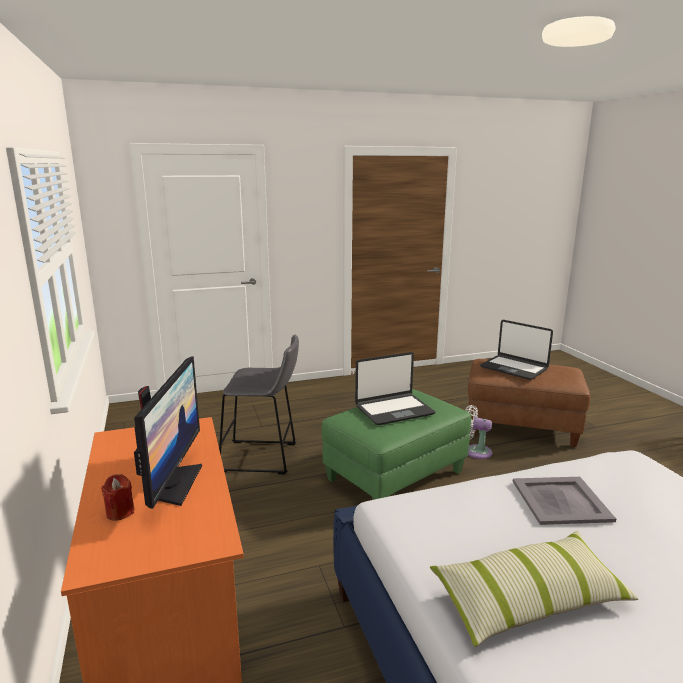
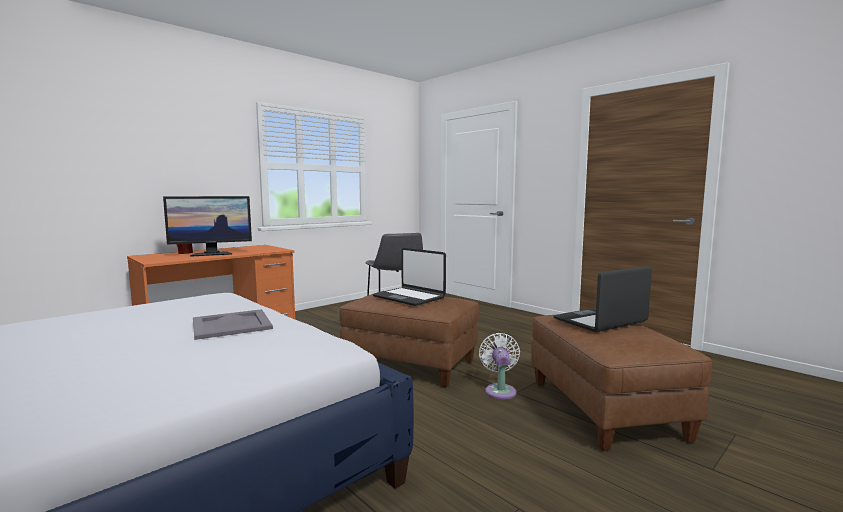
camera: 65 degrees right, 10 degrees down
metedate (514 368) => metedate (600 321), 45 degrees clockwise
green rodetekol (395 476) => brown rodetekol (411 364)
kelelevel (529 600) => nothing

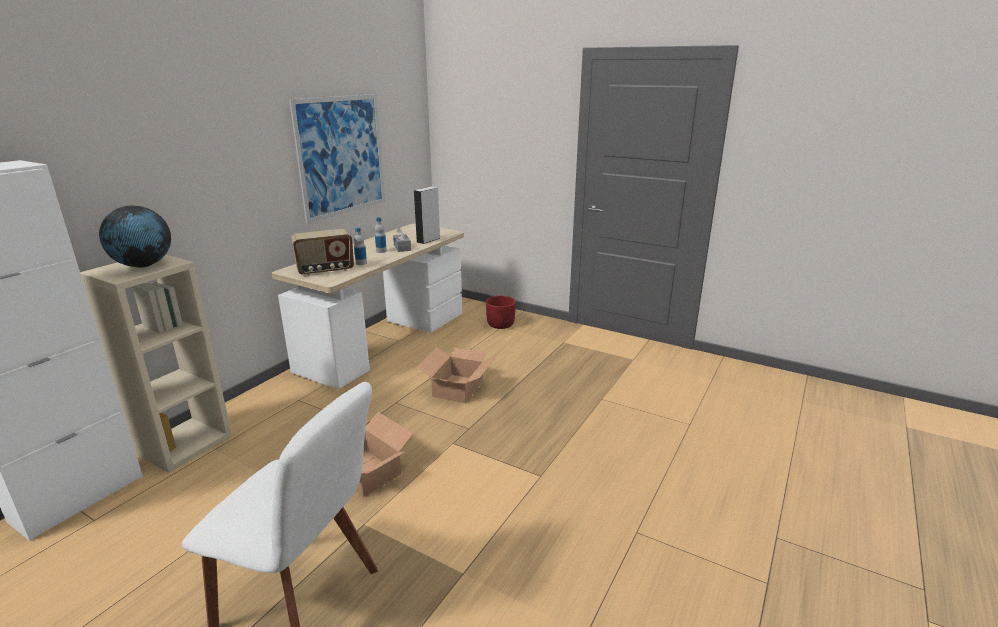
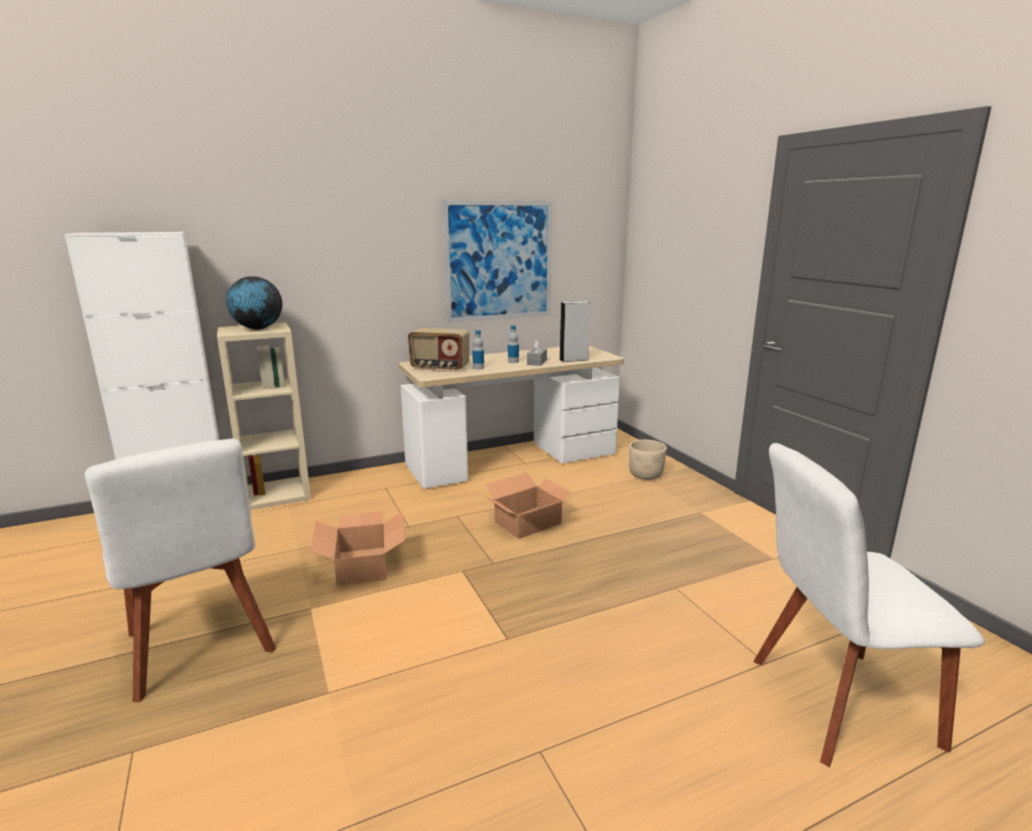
camera: 35 degrees right, 5 degrees down
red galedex (500 325) => beige galedex (646 475)
nothing => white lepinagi (834 703)

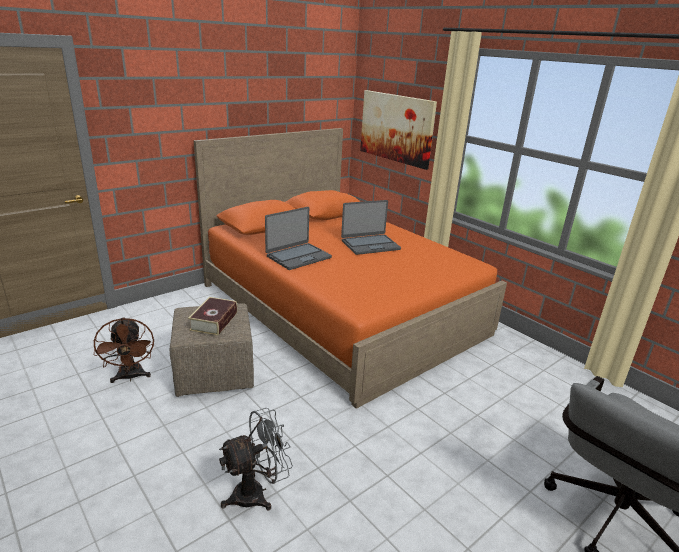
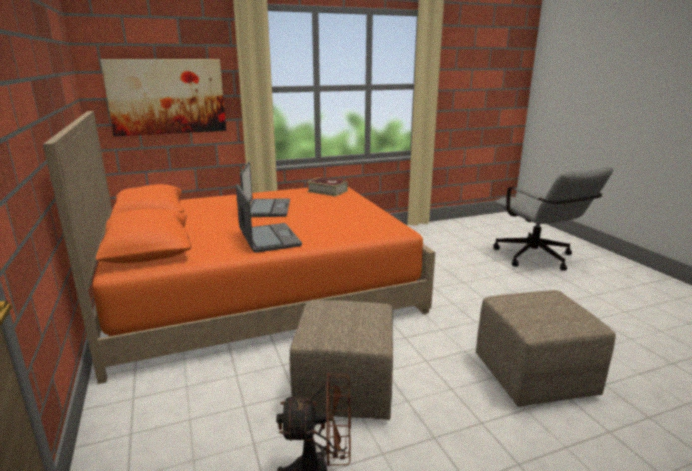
camera: 70 degrees left, 5 degrees down
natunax (214 321) => natunax (327 191), moved
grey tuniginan (257 493) => beige rodetekol (533 377)

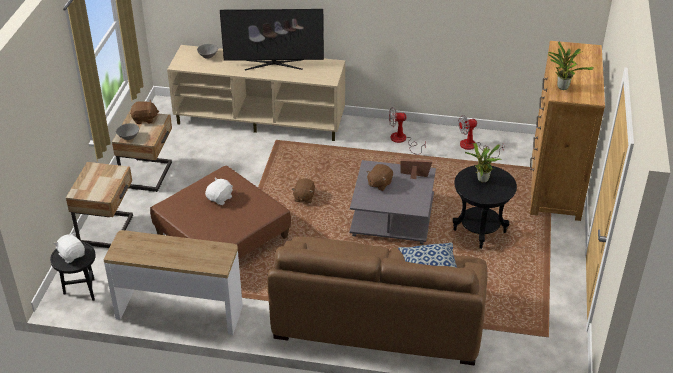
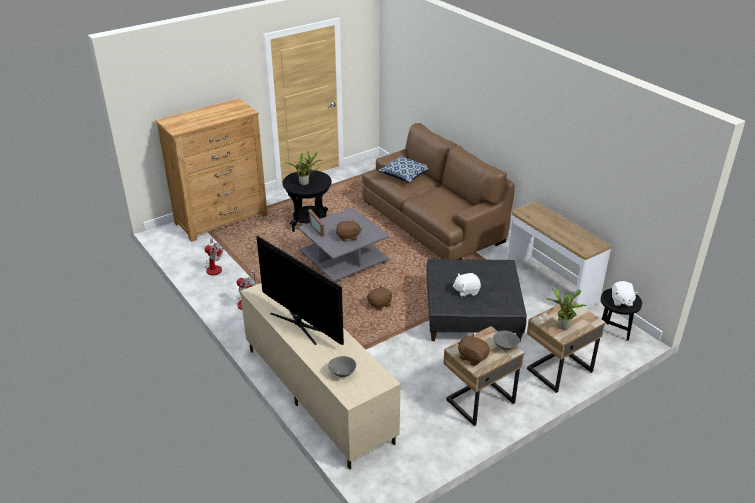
camera: 135 degrees left, 5 degrees down
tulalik (562 86) => tulalik (562 327), moved
brown rodetekol (221 236) => grey rodetekol (472 313)

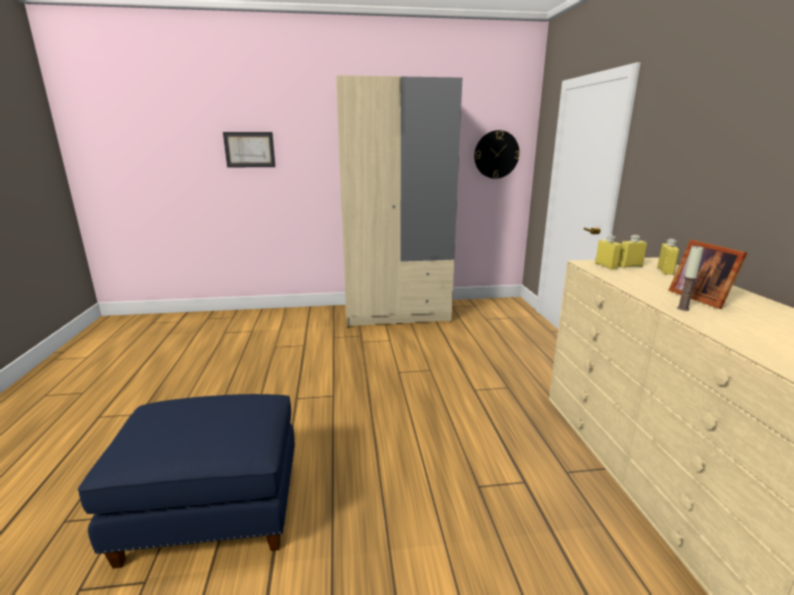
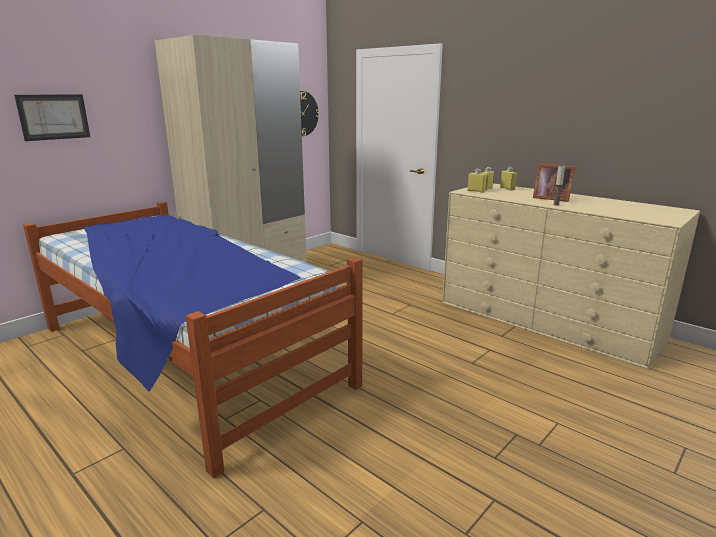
camera: 40 degrees left, 0 degrees up
blue rodetekol (214 510) => nothing
nothing => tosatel (186 355)

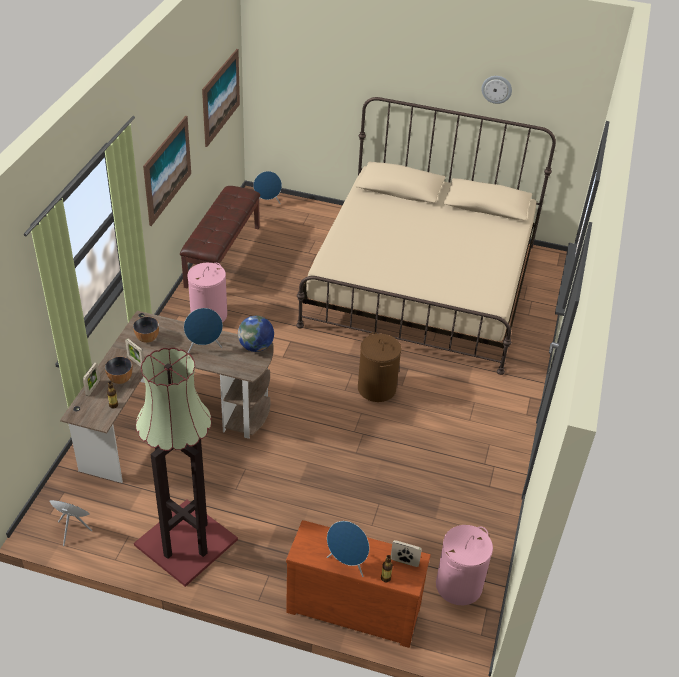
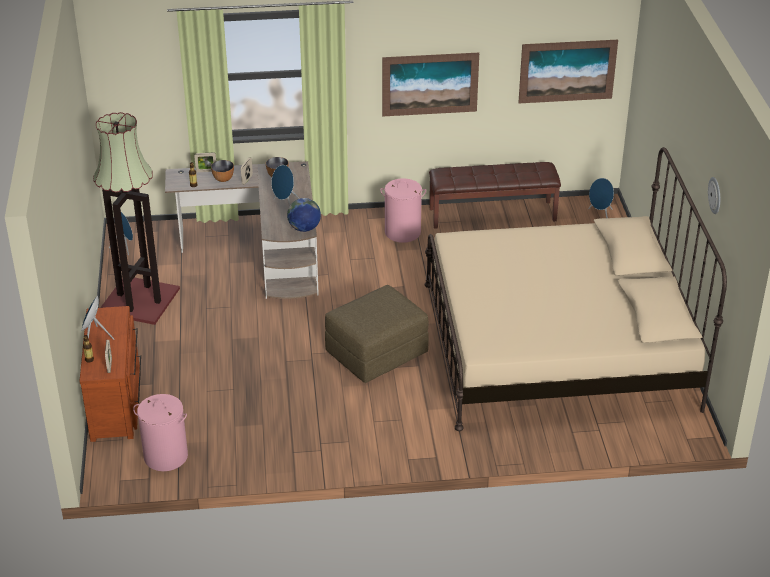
camera: 70 degrees right, 5 degrees down
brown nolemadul (376 388) => brown rodetekol (377 353)

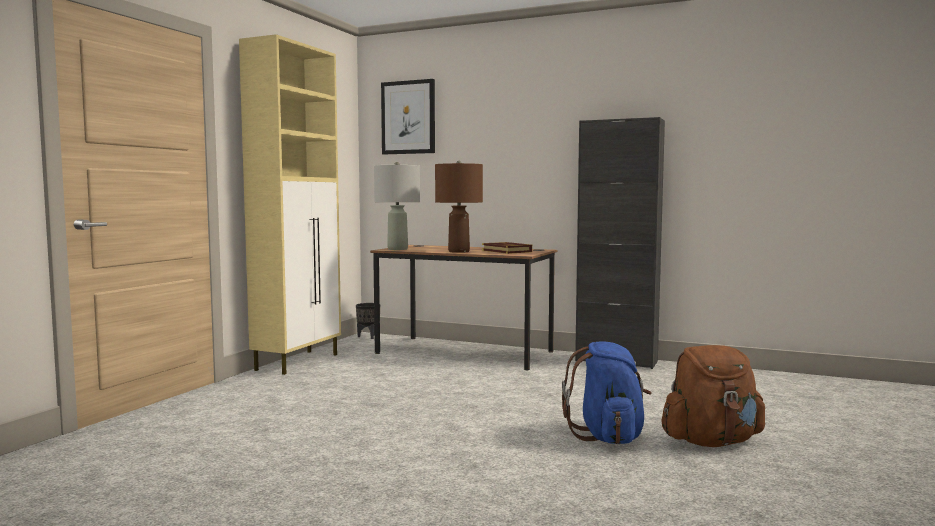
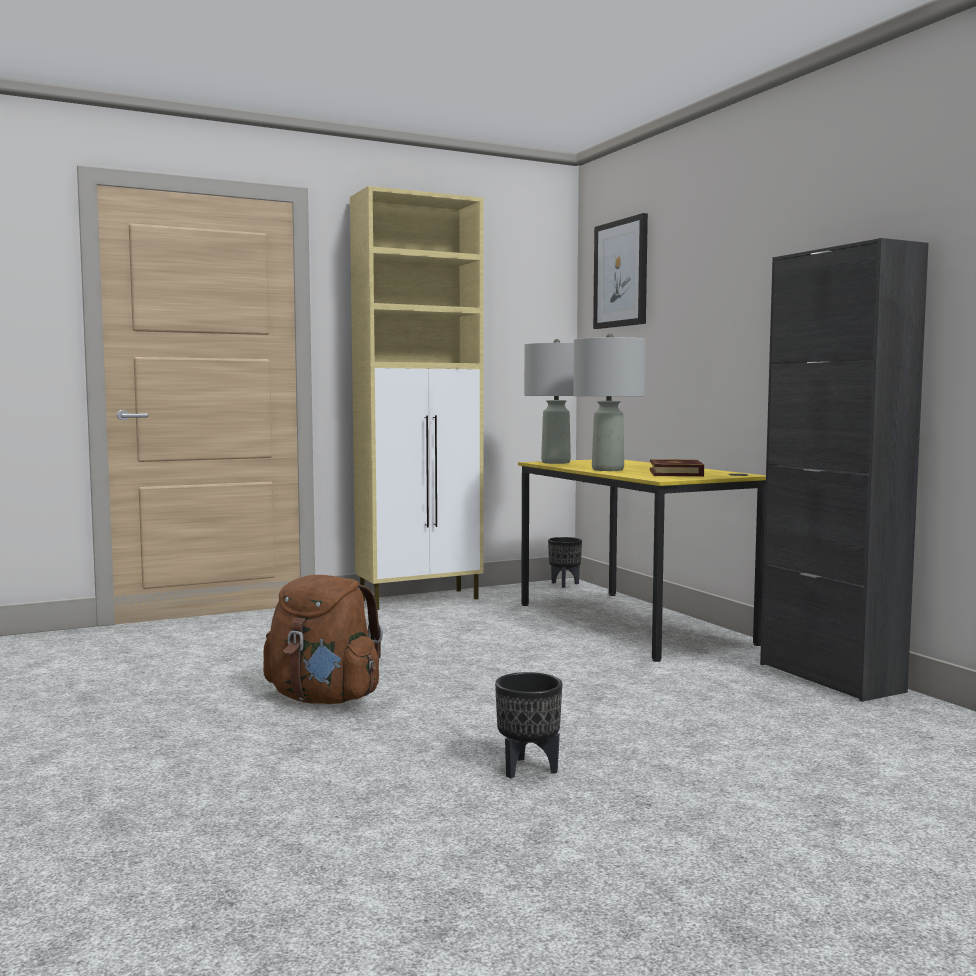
camera: 40 degrees right, 0 degrees up
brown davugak (459 251) => grey davugak (608 469)
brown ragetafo (464 352) => yellow ragetafo (631 623)
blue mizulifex (608 436) => black galedex (528 768)
brown mizulifex (711 442) => brown mizulifex (324 699), moved

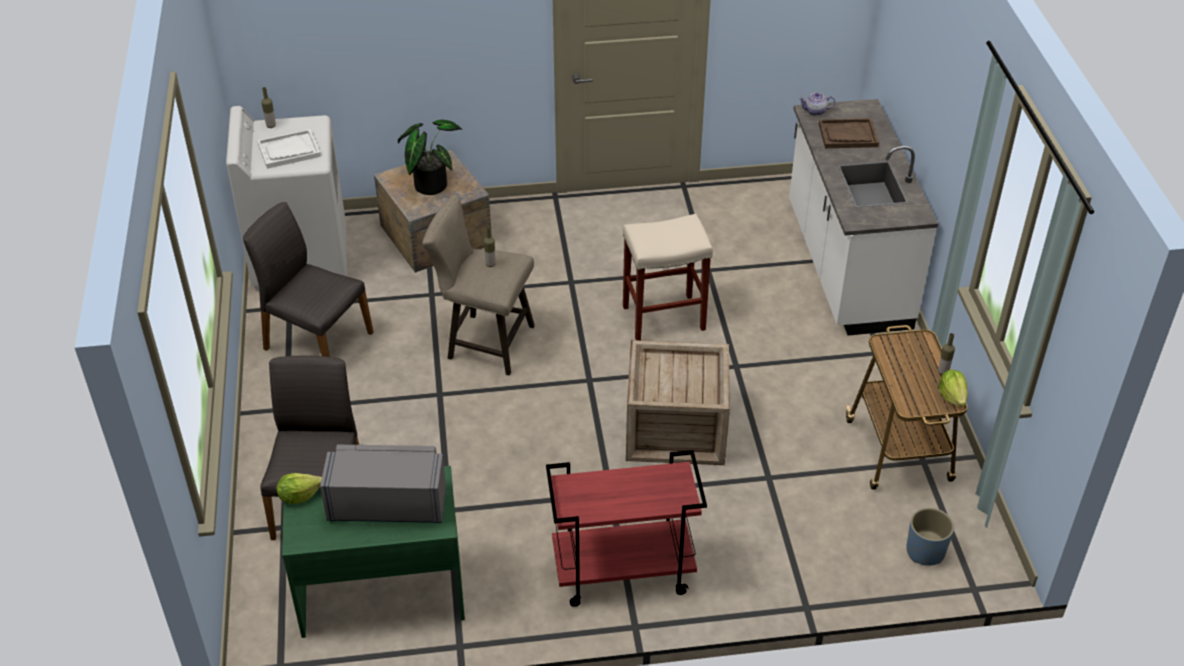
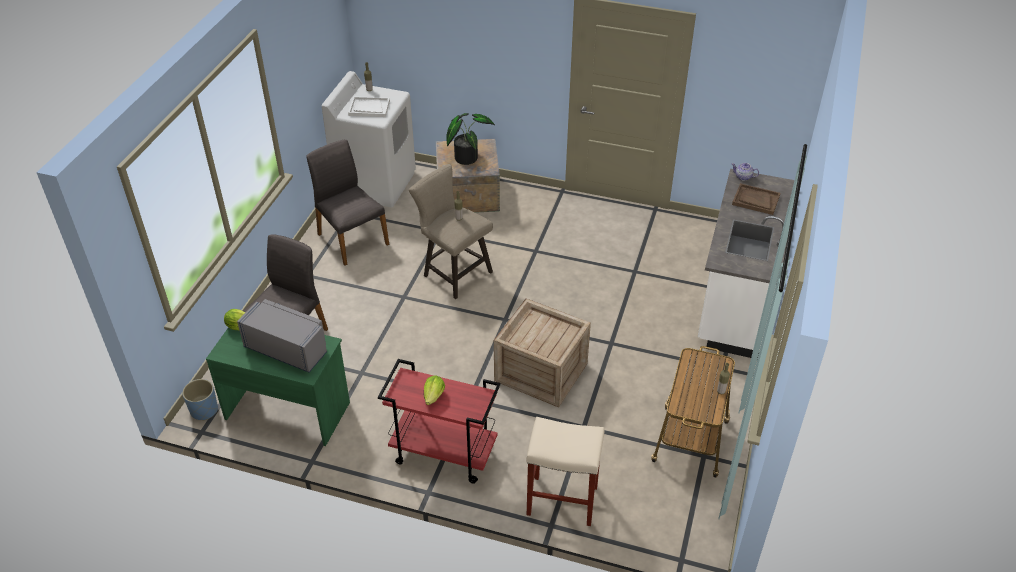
camera: 25 degrees right, 0 degrees up
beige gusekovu (664 317) => beige gusekovu (563 500), moved
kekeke (952 396) => kekeke (434 396), moved
blue galedex (925 552) => blue galedex (204 410), moved

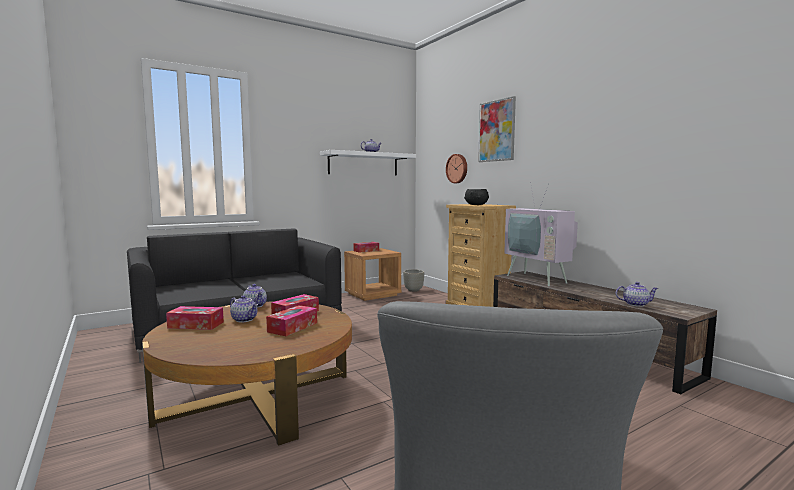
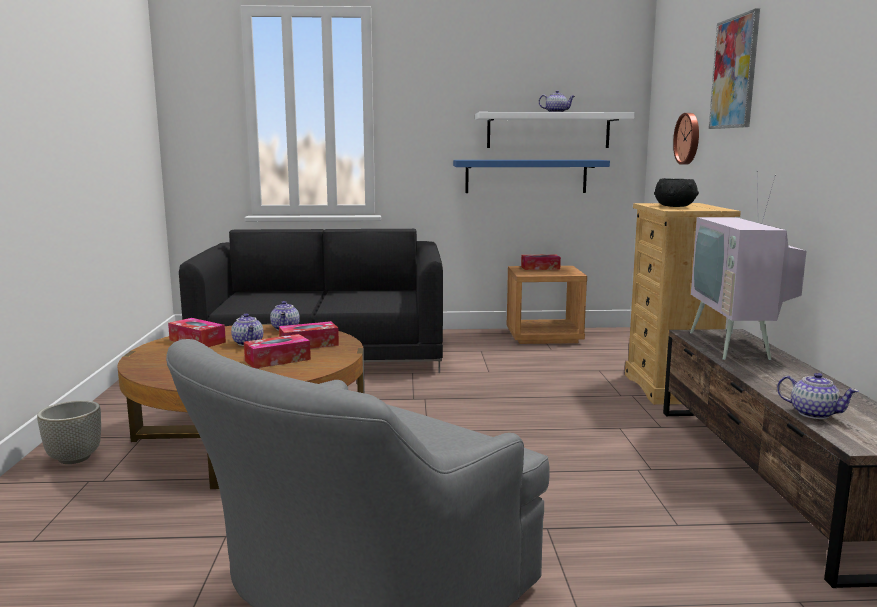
camera: 30 degrees right, 5 degrees up
grey galedex (413 290) => grey galedex (75 458), moved
nothing => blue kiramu (526 176)

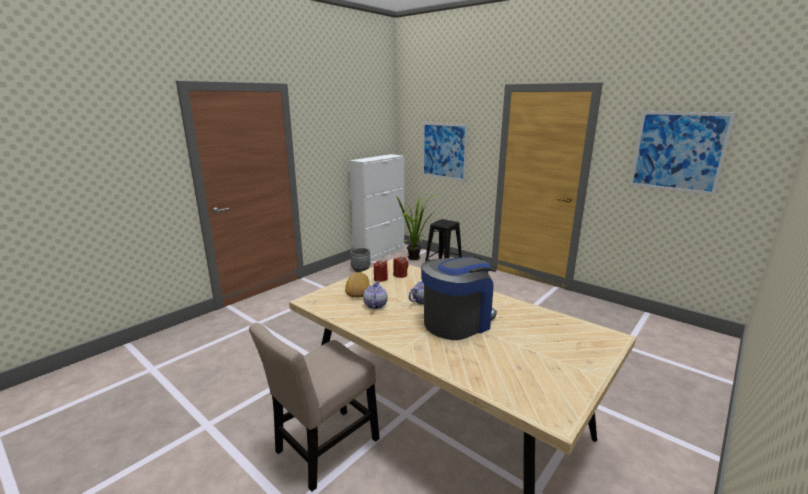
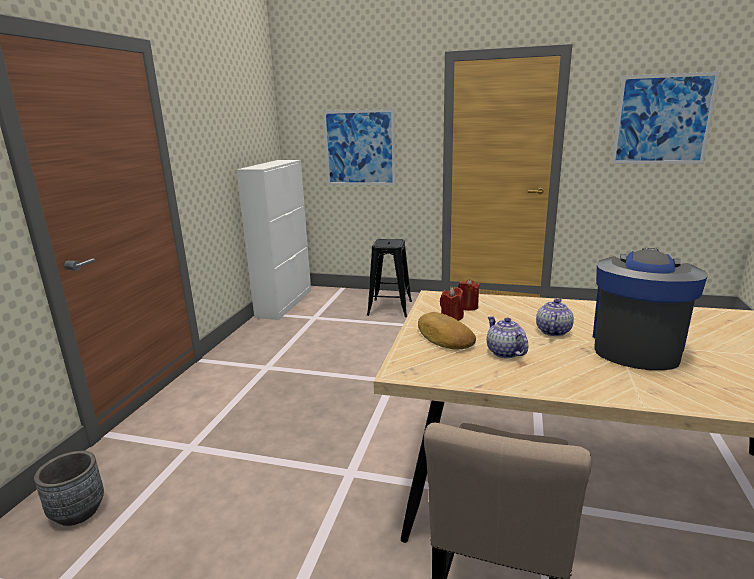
camera: 25 degrees left, 0 degrees up
tulalik (416 259) => nothing
grey galedex (360 270) => grey galedex (78 512), moved

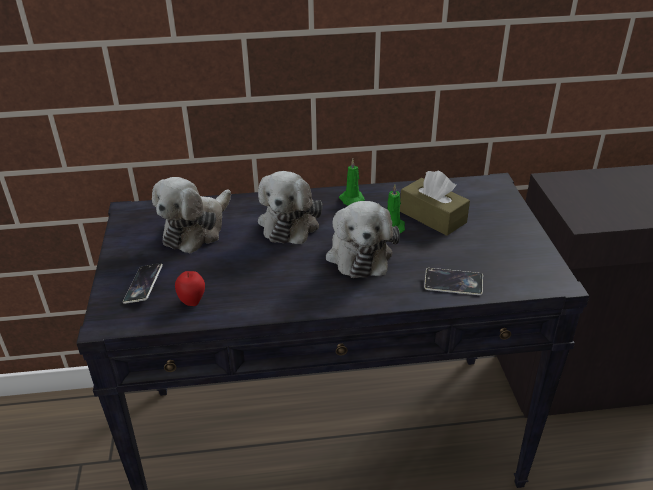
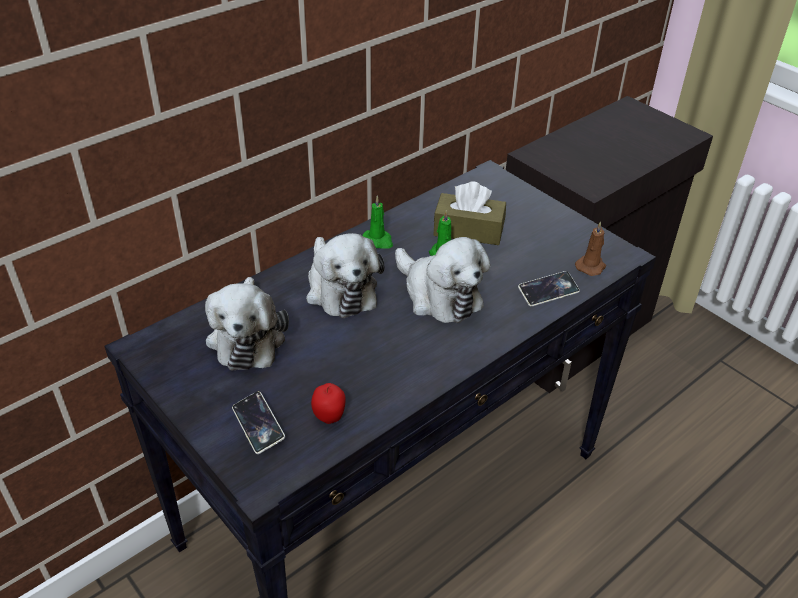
camera: 35 degrees left, 5 degrees up
nothing => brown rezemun (591 266)

